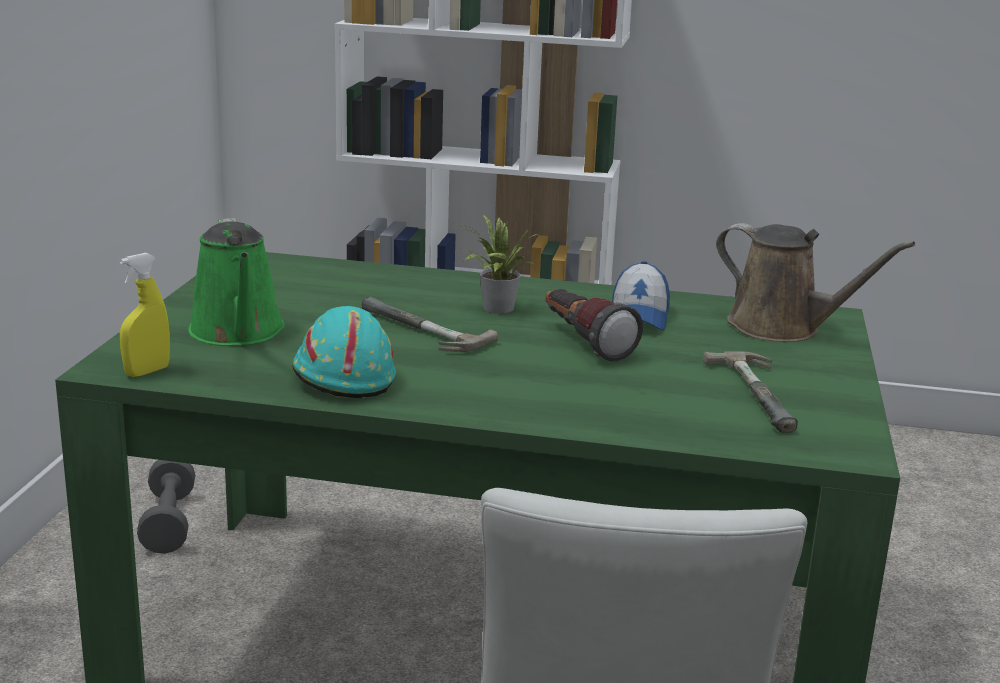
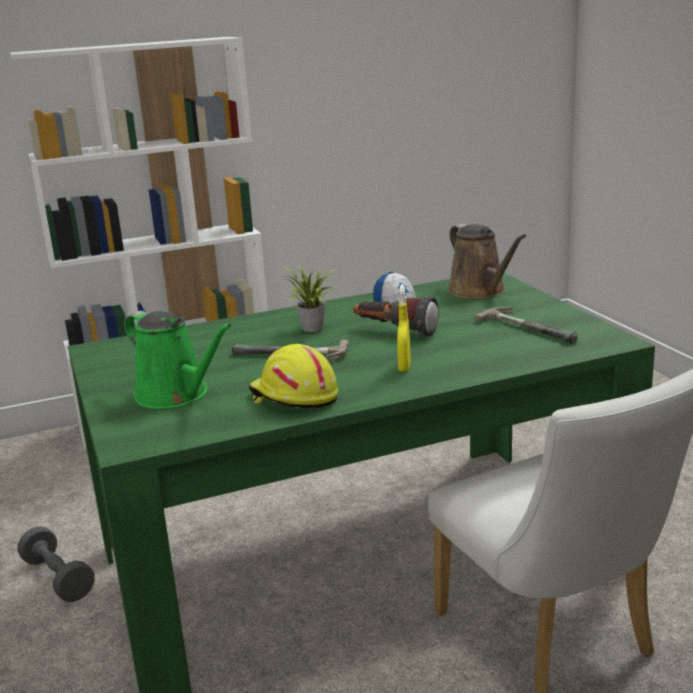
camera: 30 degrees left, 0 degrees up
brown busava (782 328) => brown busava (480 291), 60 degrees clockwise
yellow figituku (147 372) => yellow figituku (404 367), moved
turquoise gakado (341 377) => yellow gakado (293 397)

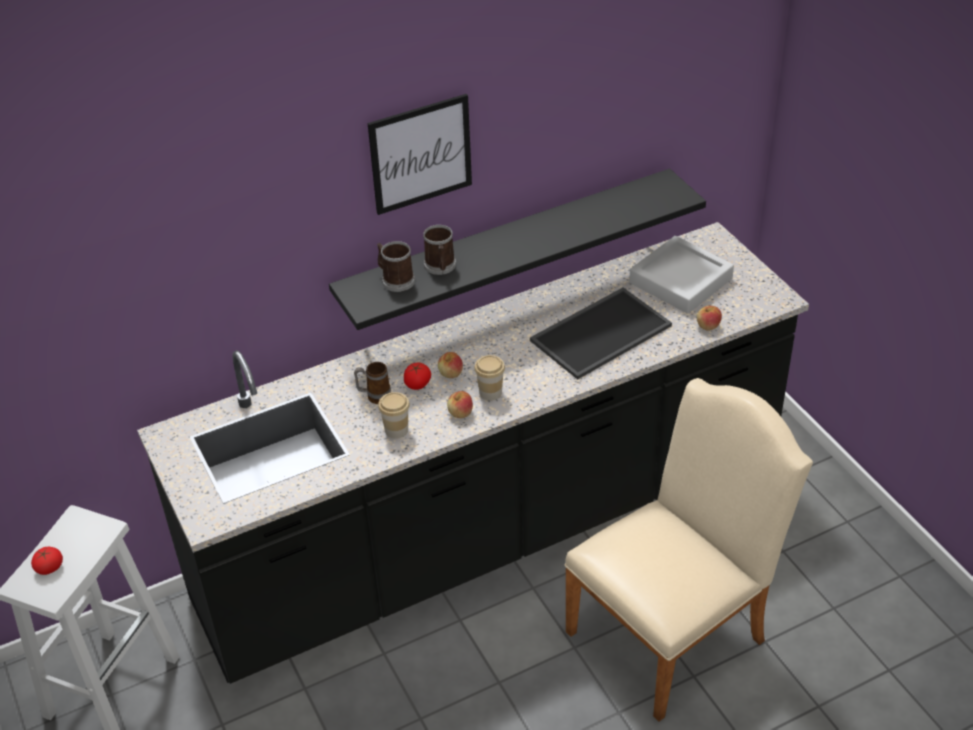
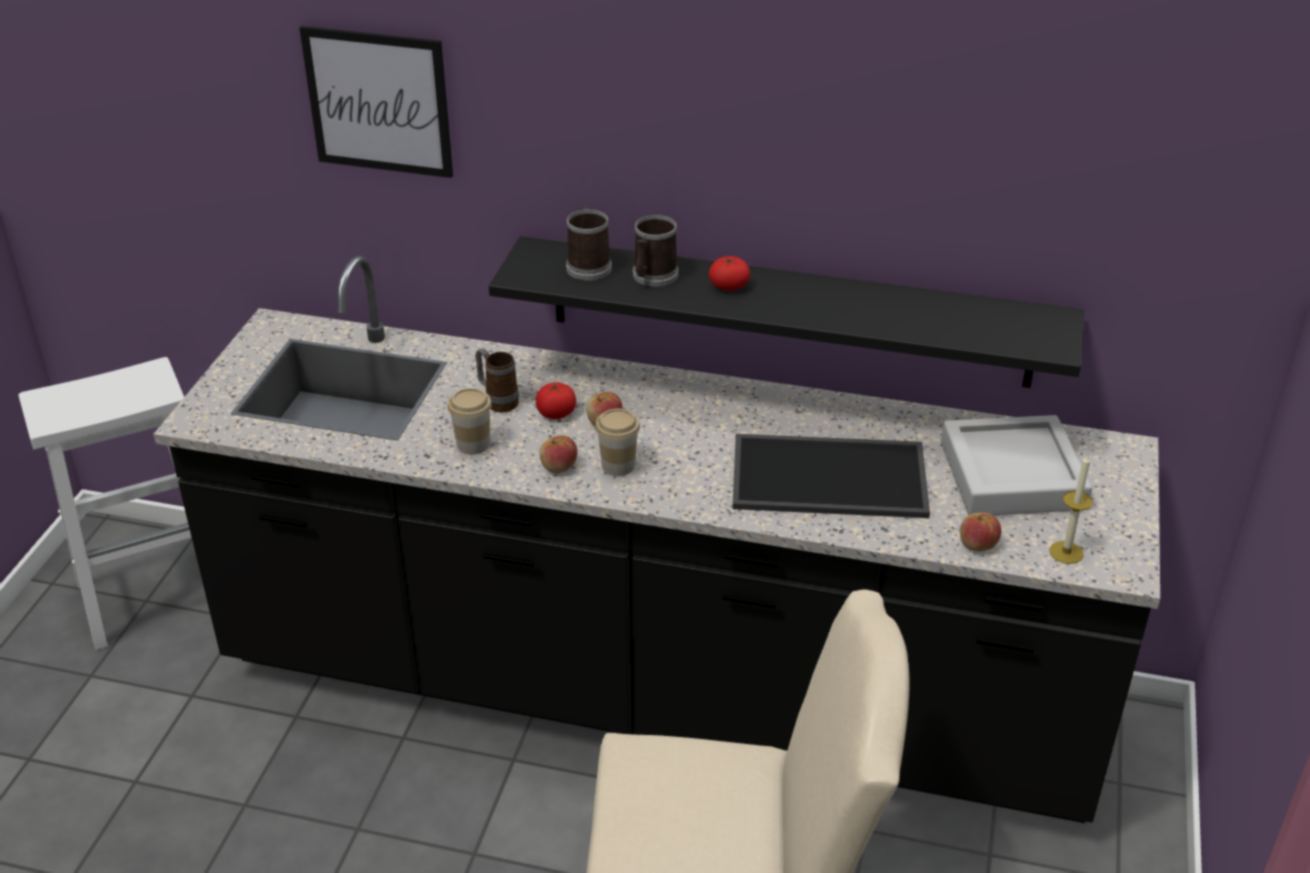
camera: 40 degrees right, 5 degrees down
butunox (420 154) => butunox (378 102), moved
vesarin (49 567) => vesarin (729 286), moved
nothing => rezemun (1066 552)

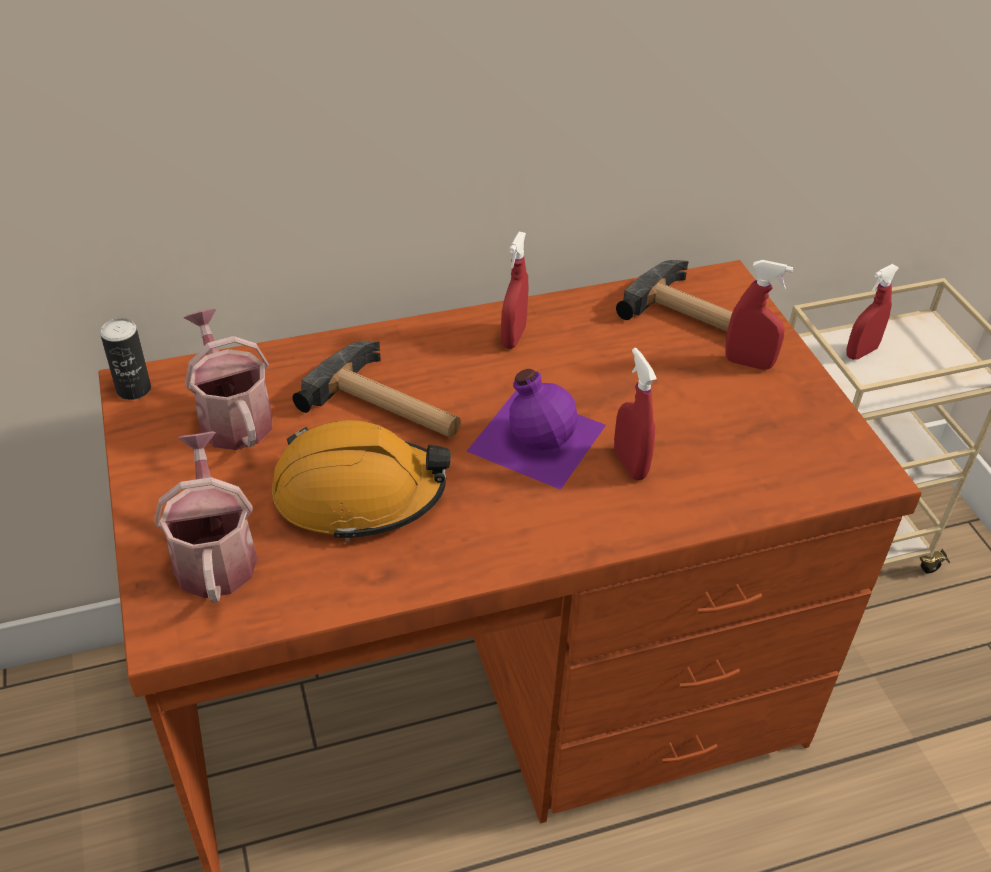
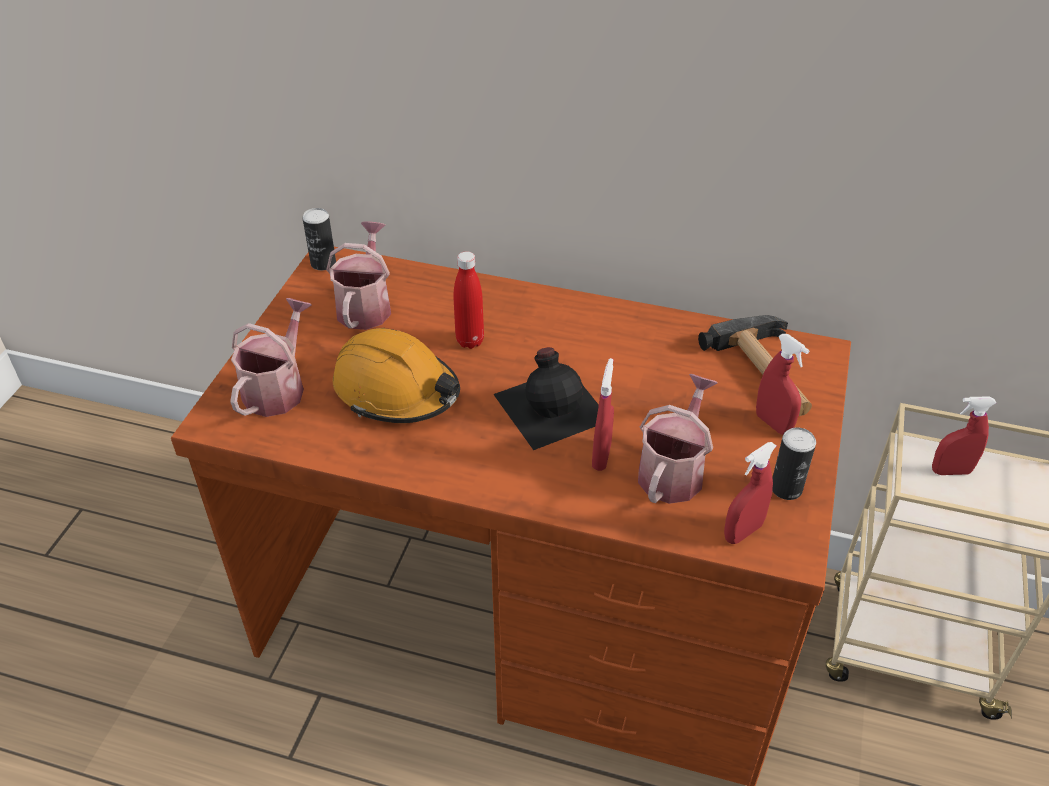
camera: 35 degrees right, 0 degrees up
red figituku (513 337) => red figituku (743 532), moved
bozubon (389 406) => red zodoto (470 341)
purple zodoto (536 436) => black zodoto (552 405)
nothing => busava (673 470)
nothing => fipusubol (786 488)

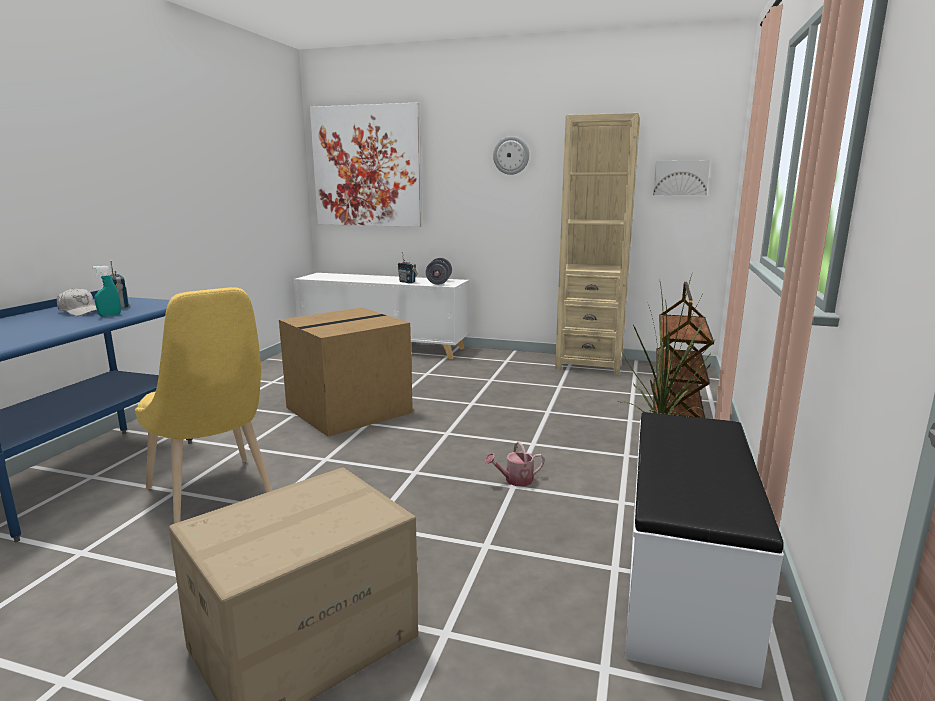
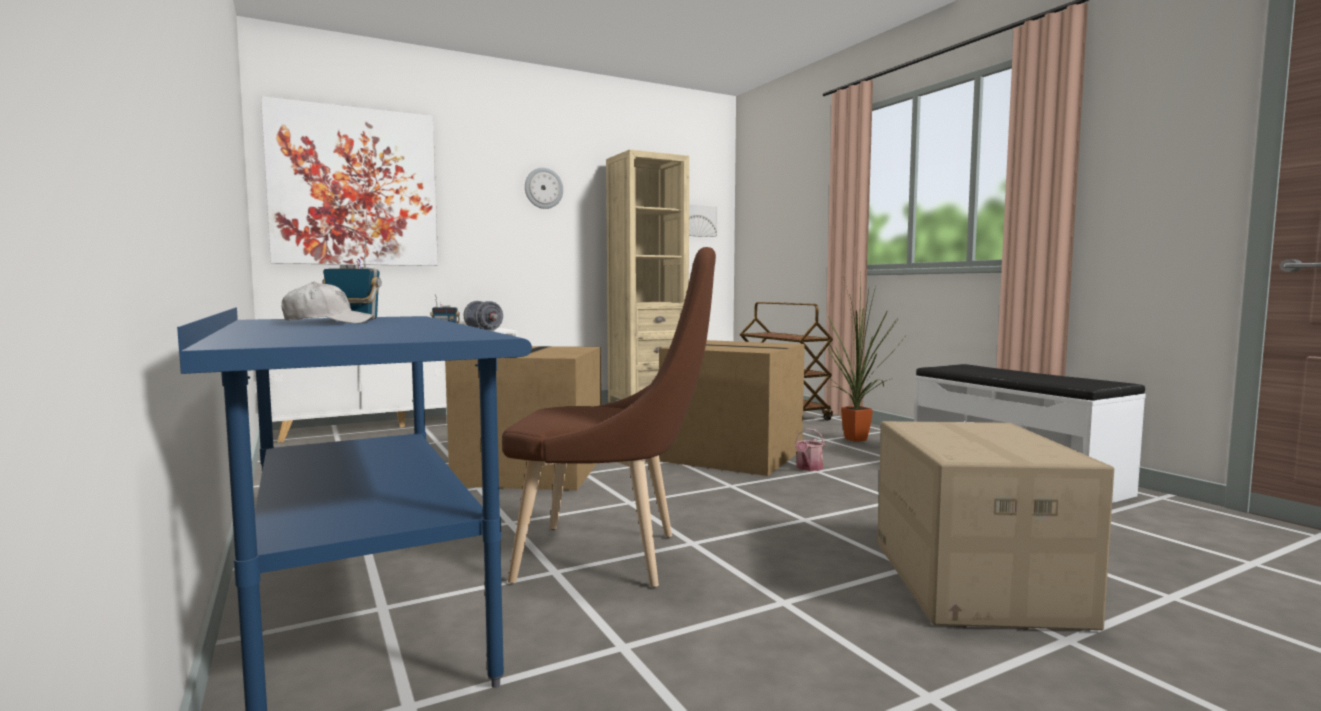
camera: 45 degrees left, 10 degrees down
turquoise figituku (110 315) => nothing
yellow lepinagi (214 495) => brown lepinagi (611 557)
nothing => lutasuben (735 455)

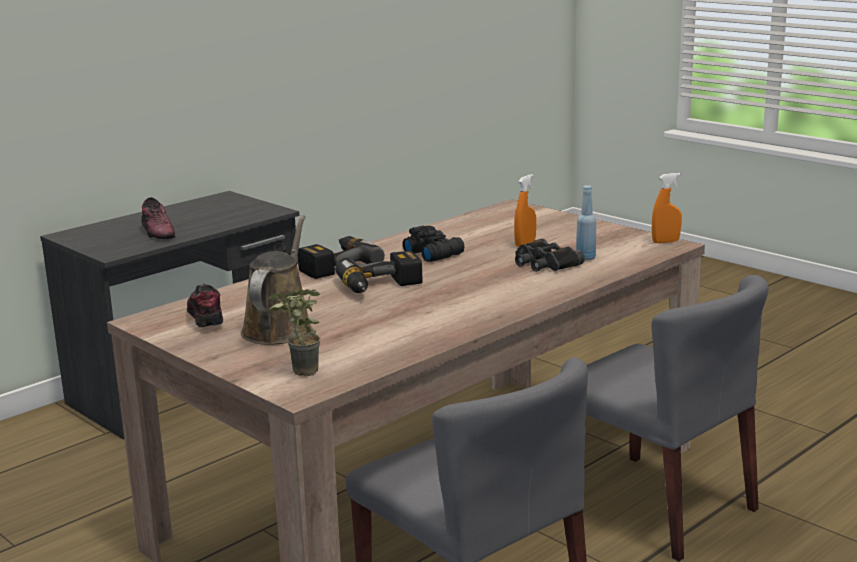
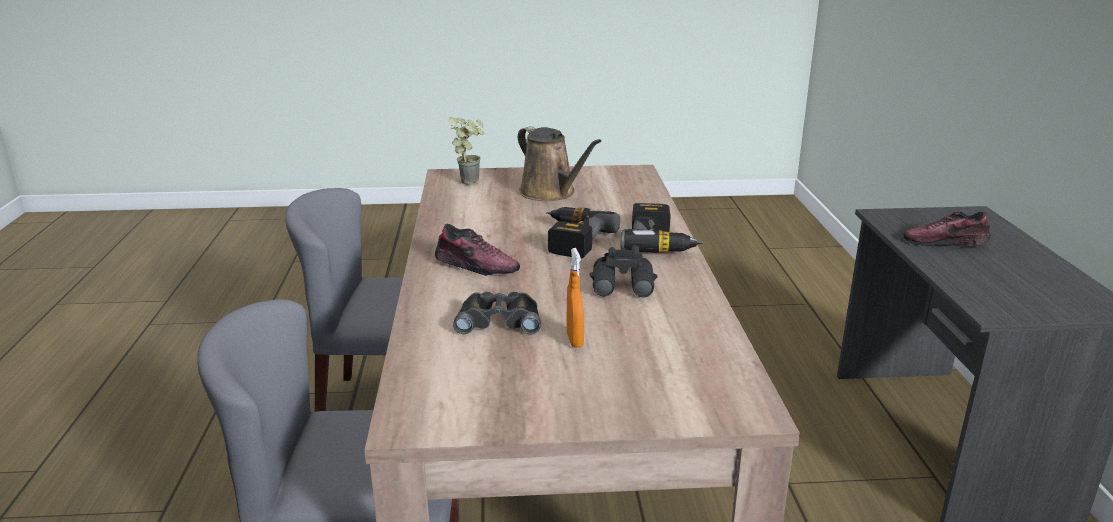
camera: 130 degrees right, 5 degrees up
orange figituku (665 241) => nothing
blue zodoto (585 258) => nothing
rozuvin (205 317) => rozuvin (476 266), moved

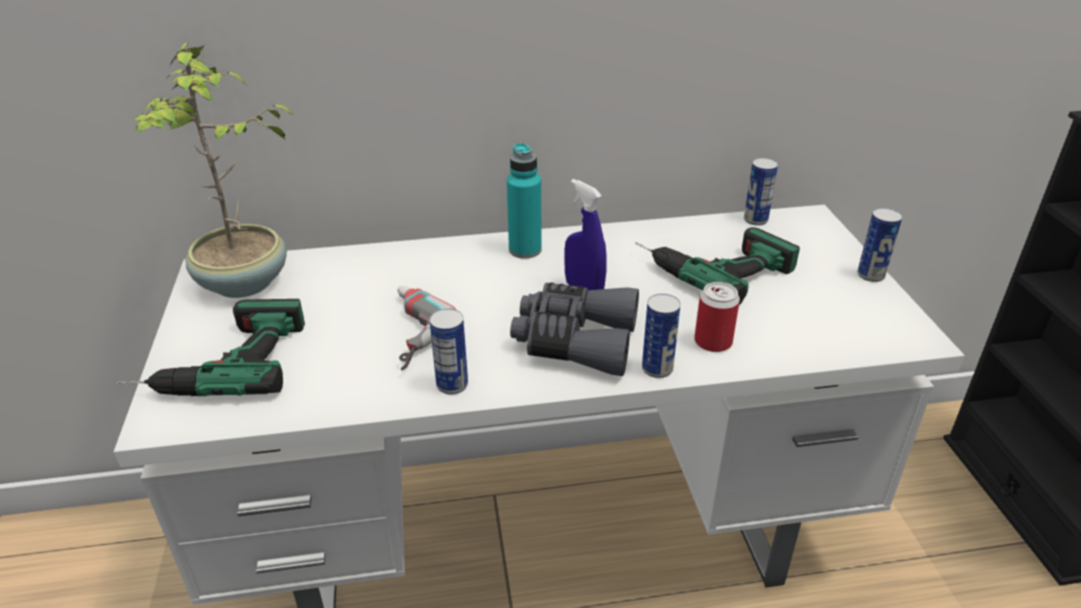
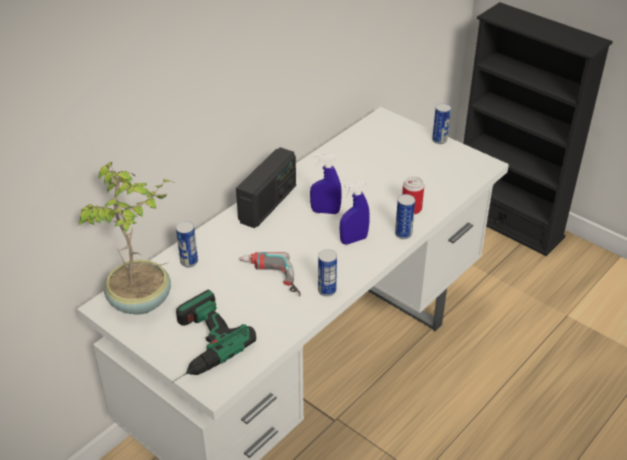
camera: 40 degrees left, 5 degrees up
turquoise zodoto (525 250) => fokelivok (268 204)
fipusubol (755 220) => fipusubol (189 262), moved
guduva (710 264) => nothing
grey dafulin (575 341) => blue figituku (353 240)

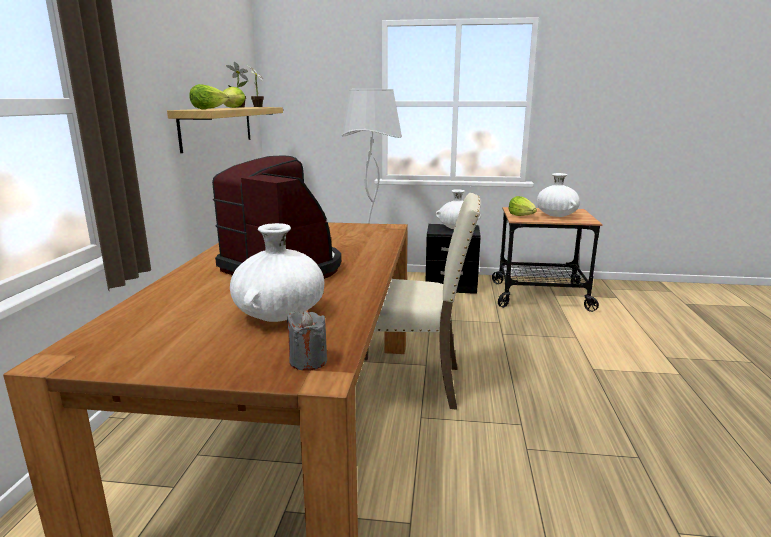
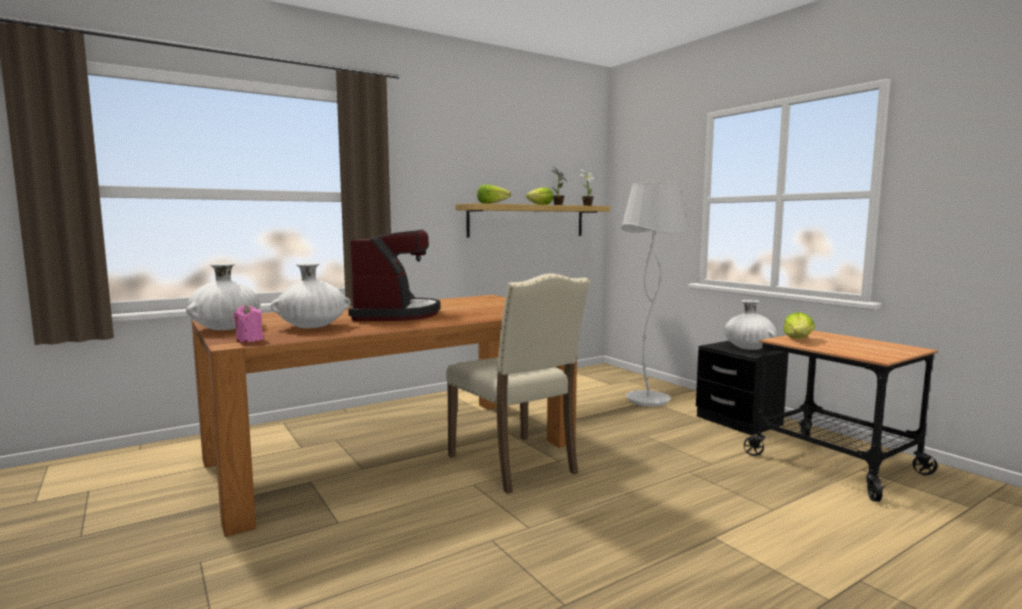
camera: 50 degrees right, 10 degrees down
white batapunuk (556 216) => white batapunuk (225 328), moved
grey rezemun (308 361) => pink rezemun (249 340)

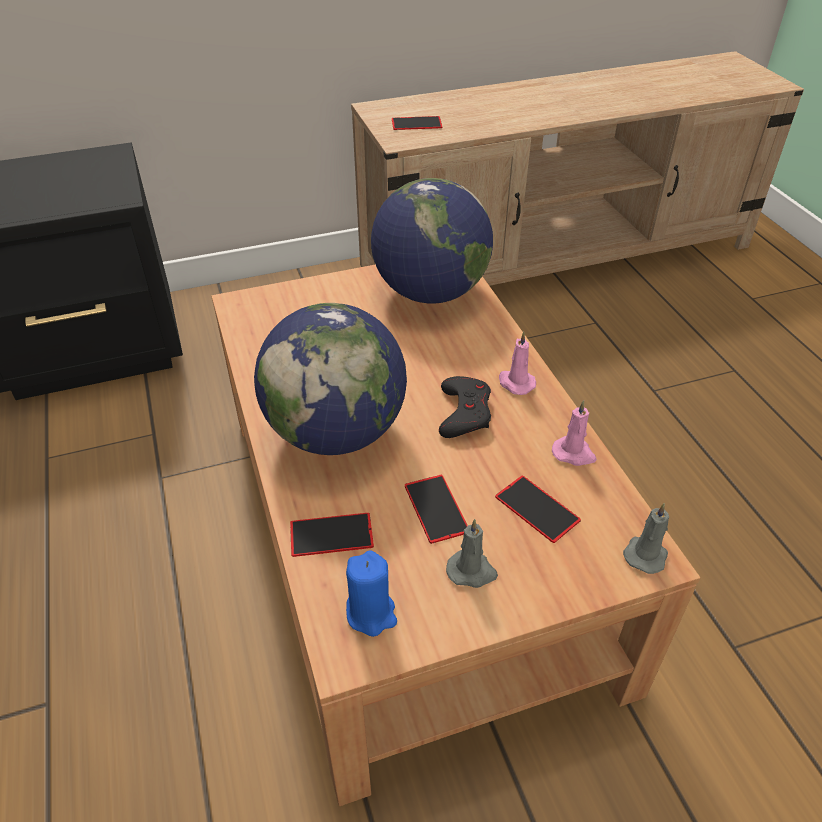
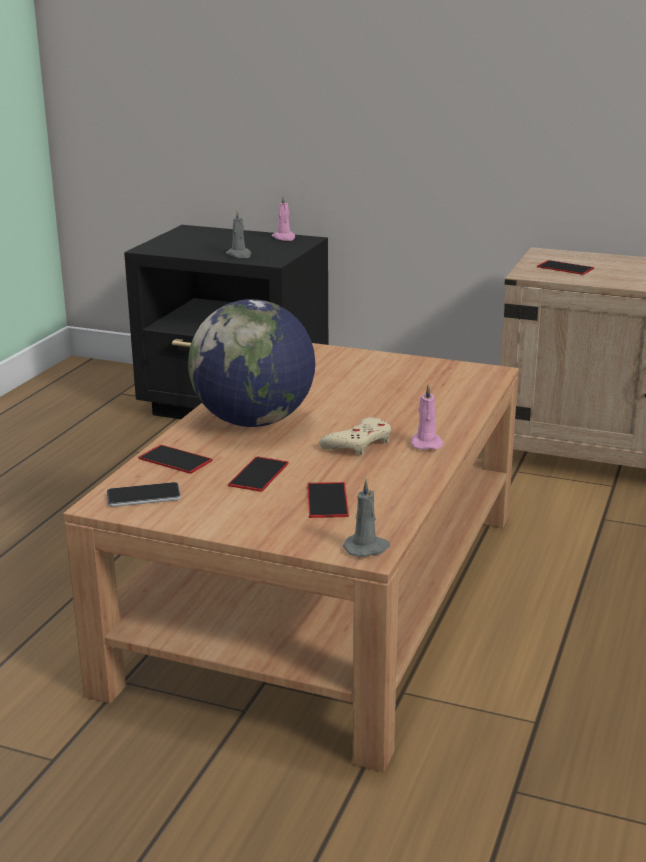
camera: 40 degrees right, 20 degrees down
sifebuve (430 292) => nothing
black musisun (464 412) => beige musisun (359 443)
pink rezemun (574 453) => pink rezemun (284 238), moved
grey rezemun (472 571) => grey rezemun (239 255), moved
blue rezemun (371 613) => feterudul (143 496)

